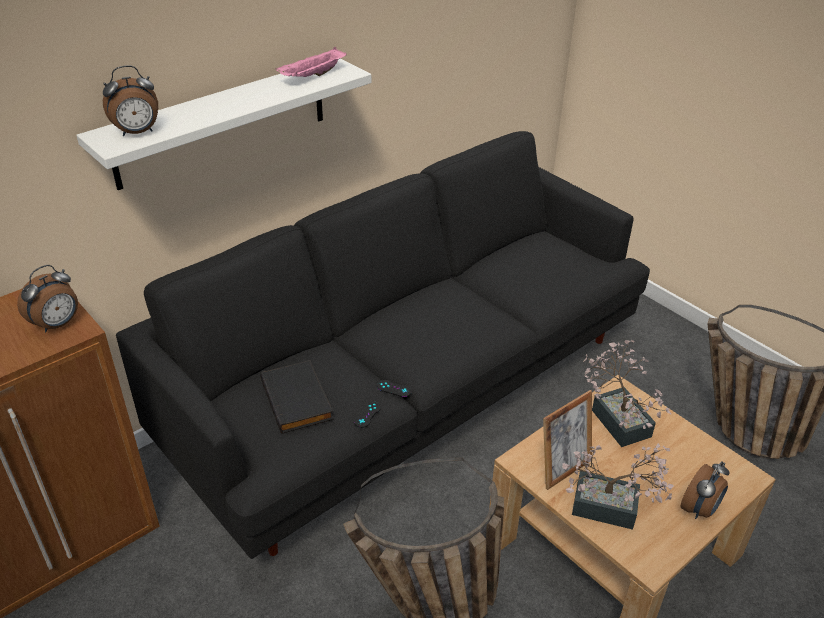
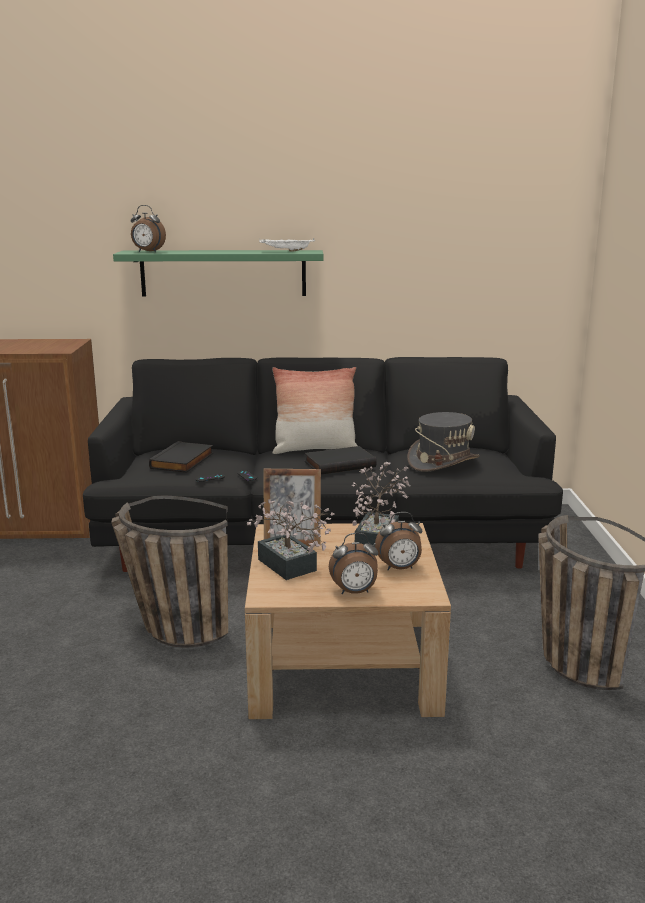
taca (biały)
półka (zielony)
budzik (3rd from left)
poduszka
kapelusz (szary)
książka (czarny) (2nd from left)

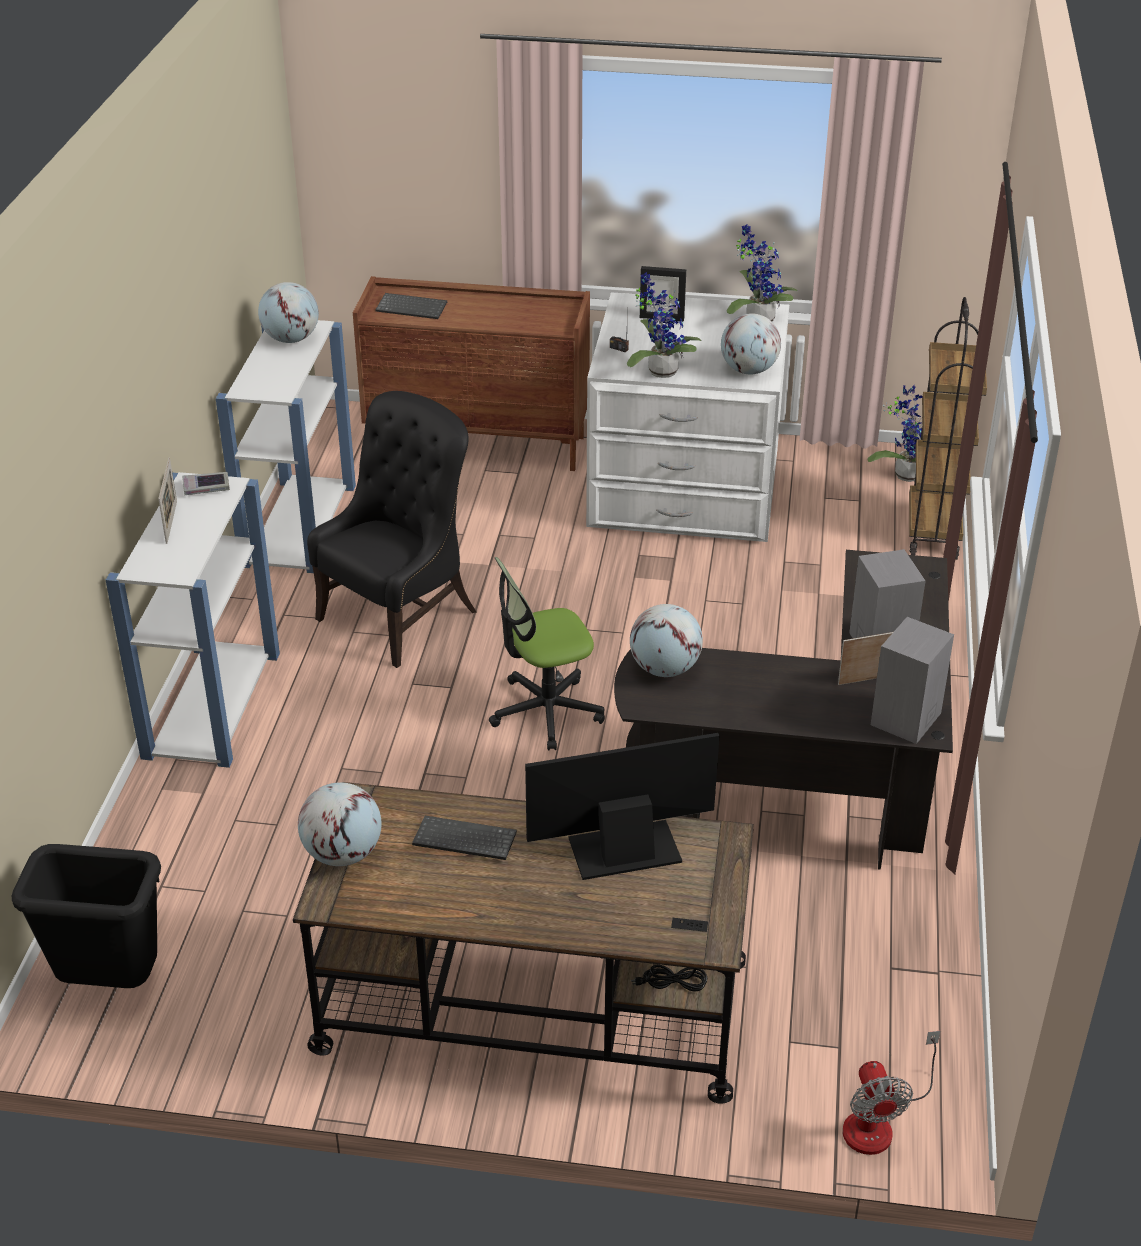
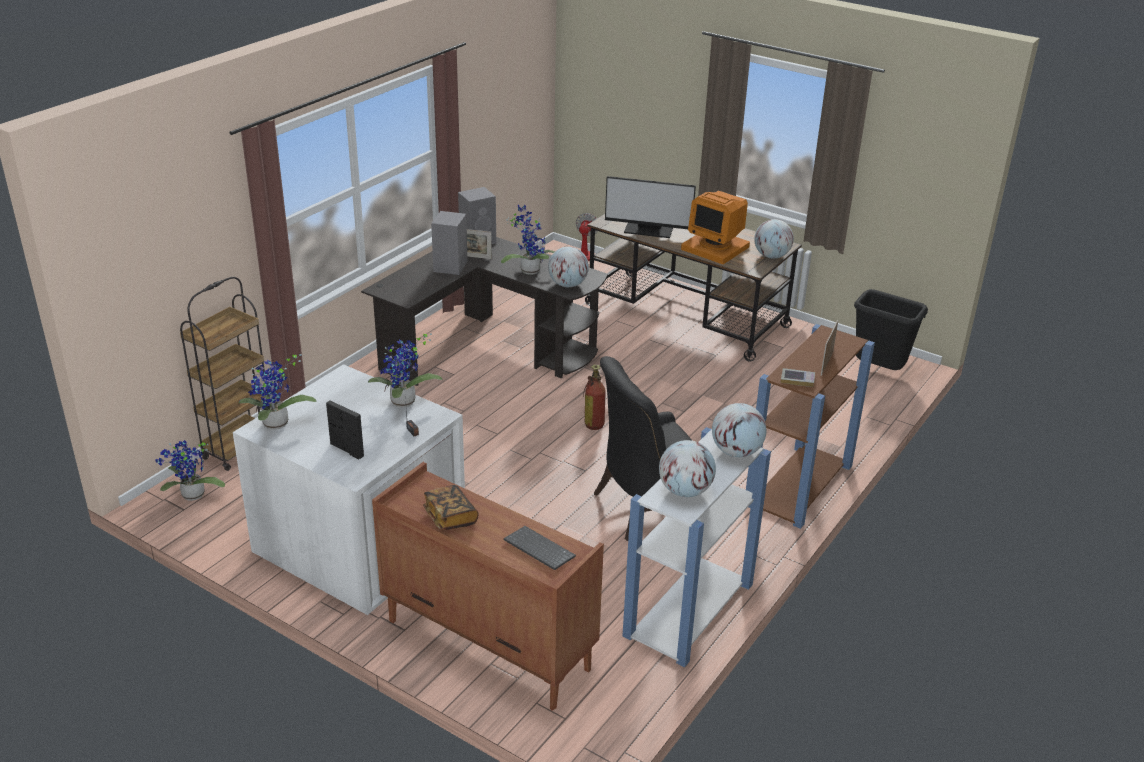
globus (3rd from left)
regał (brązowy)
gaśnica
monitor (2nd from left)
roślina doniczkowa (4th from left)
książka (1st from left)

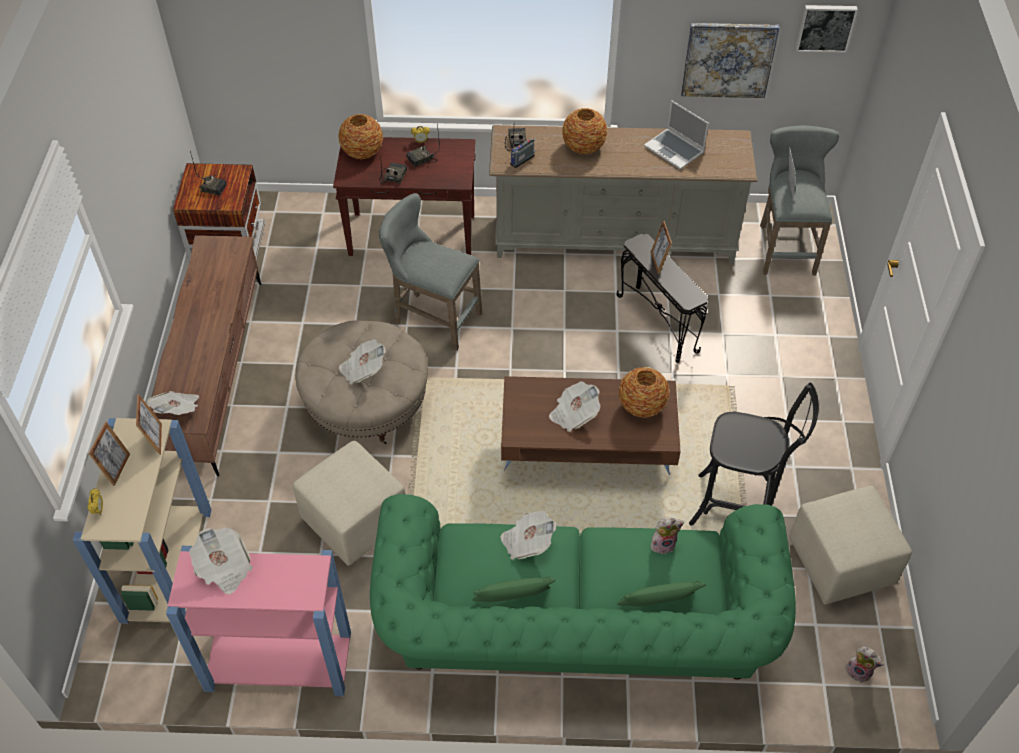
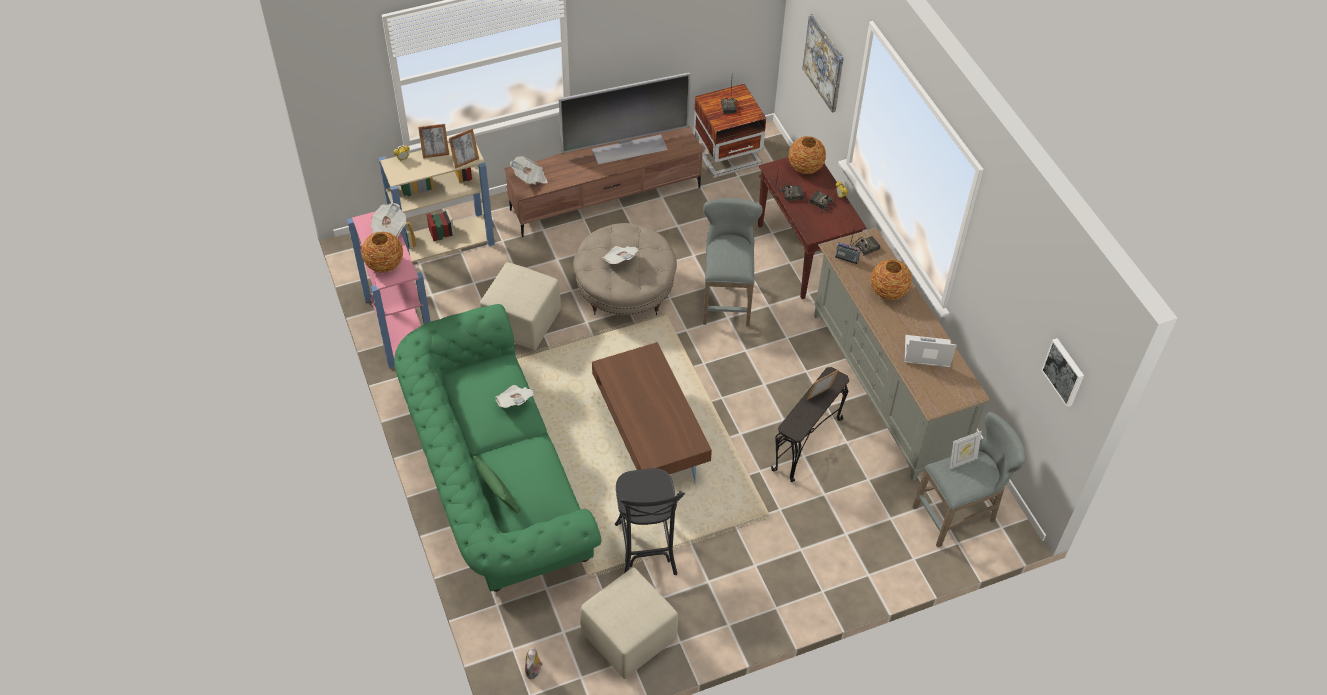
obraz (1st from left)
laptop
wazon (1st from left)
gazeta (5th from left in the first image)
pluszak (1st from left in the first image)
poduszka (zielony) (1st from left in the first image)
telewizor

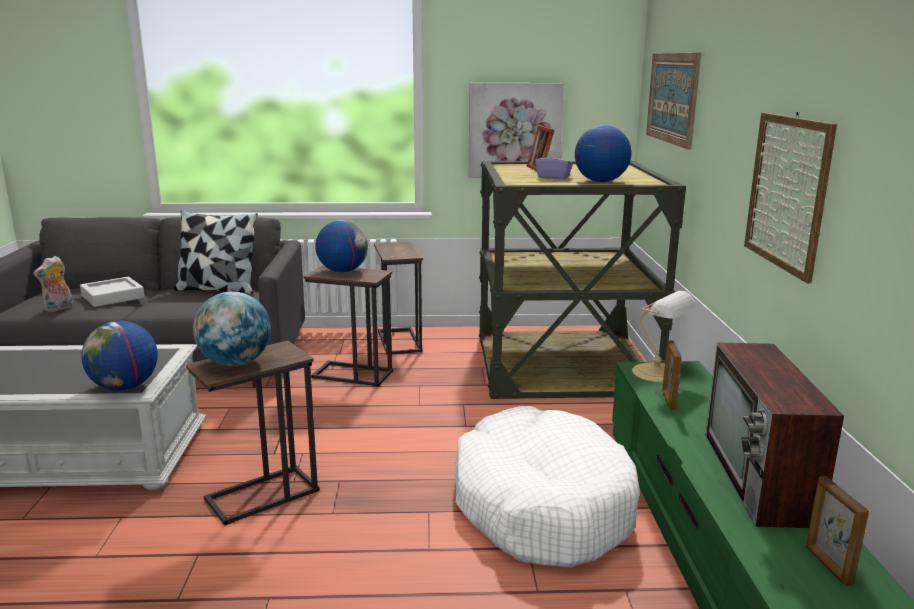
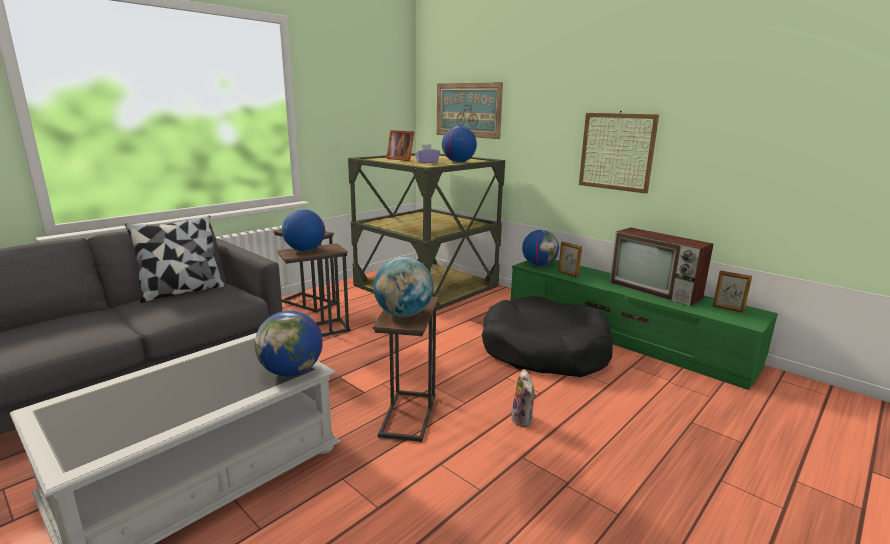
obraz (1st from left in the first image)
pluszak
taca (szary)
globus (5th from left)
legowisko (czarny)

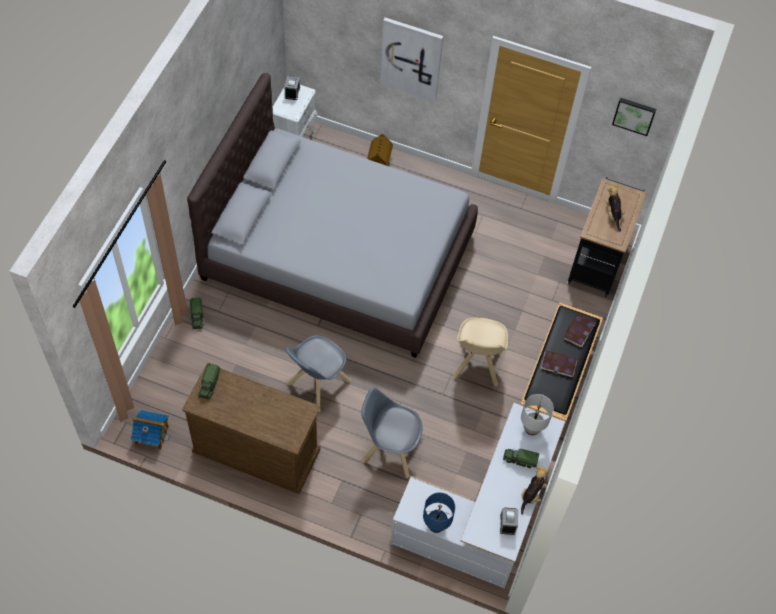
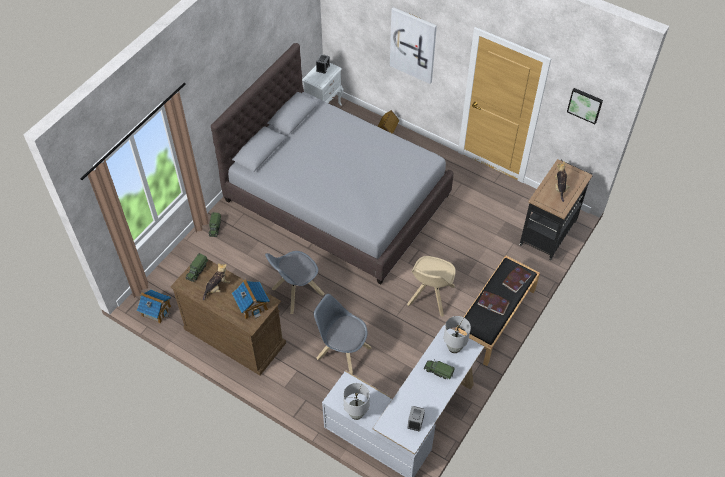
pluszak (1st from left)
lampa stołowa (biały) (1st from left)
domek (2nd from left)

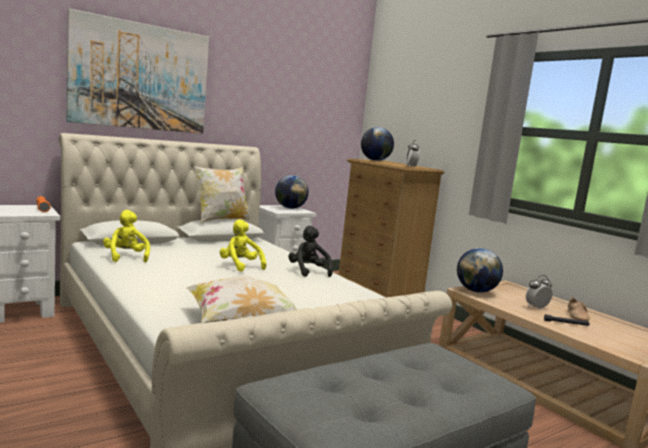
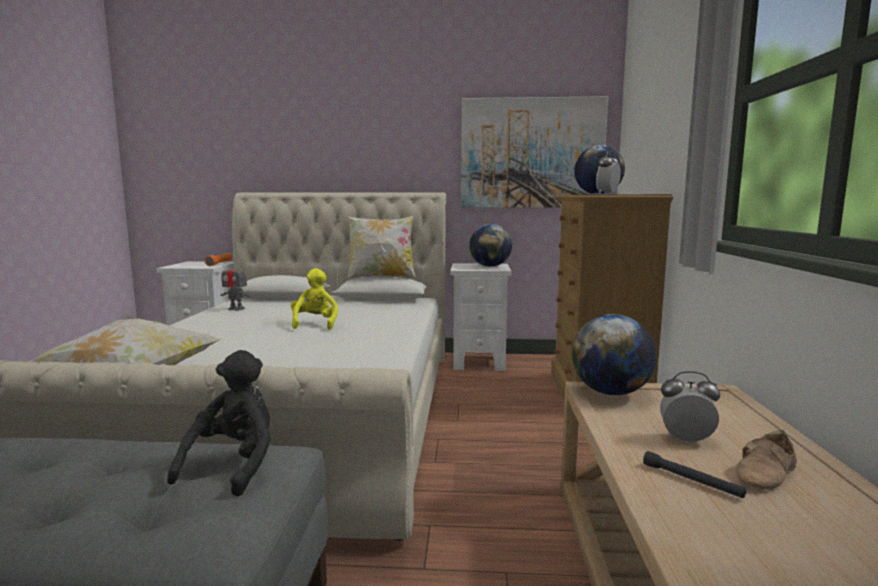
obraz
robot zabawkowy
pluszak (czarny)

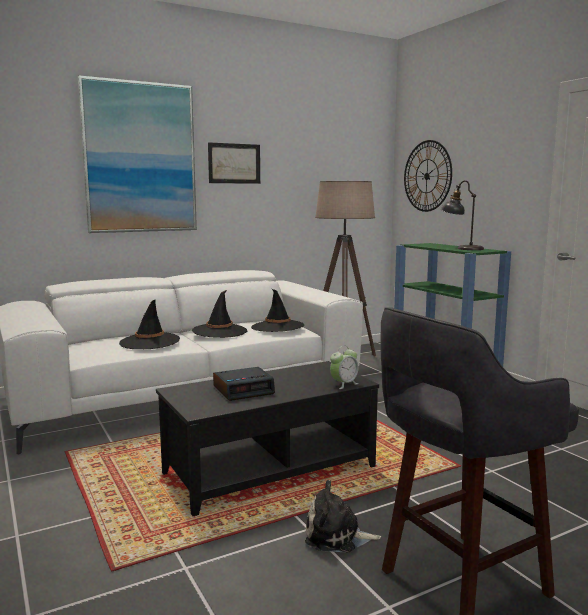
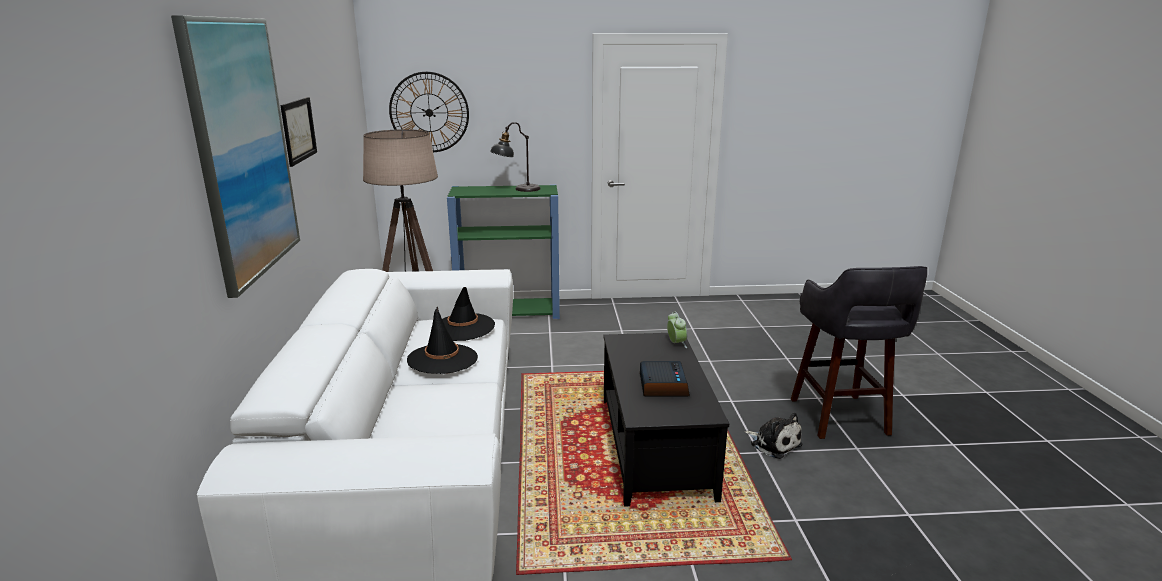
kapelusz (czarny) (1st from left in the first image)
pluszak

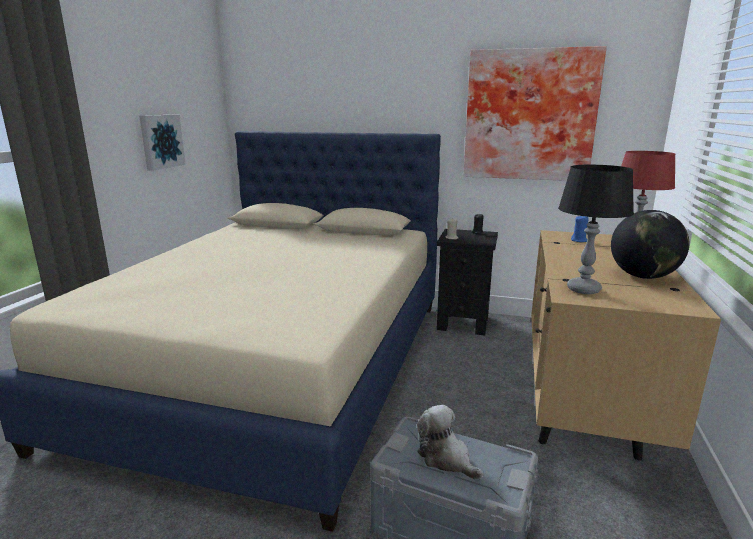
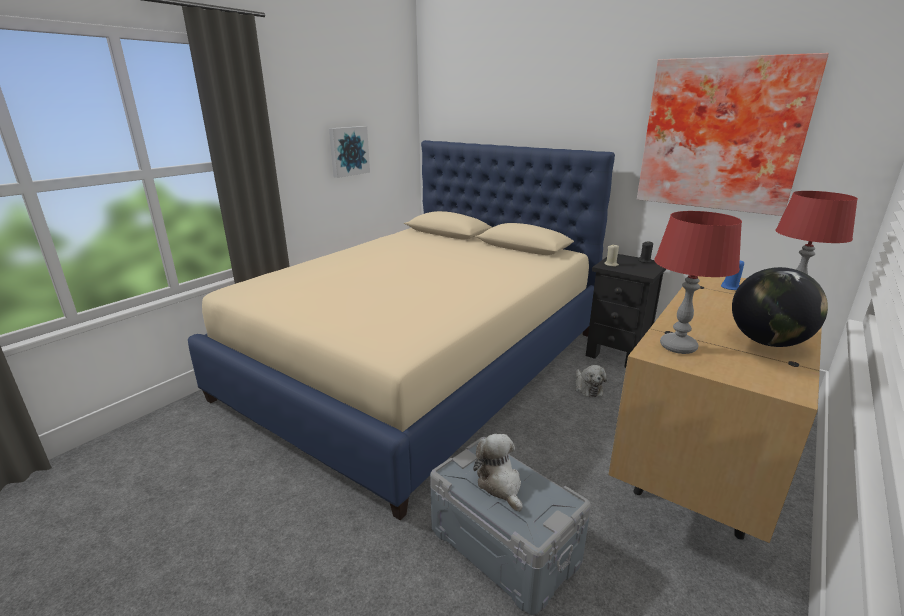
lampa stołowa (czerwony) (1st from left)
pluszak (2nd from left)

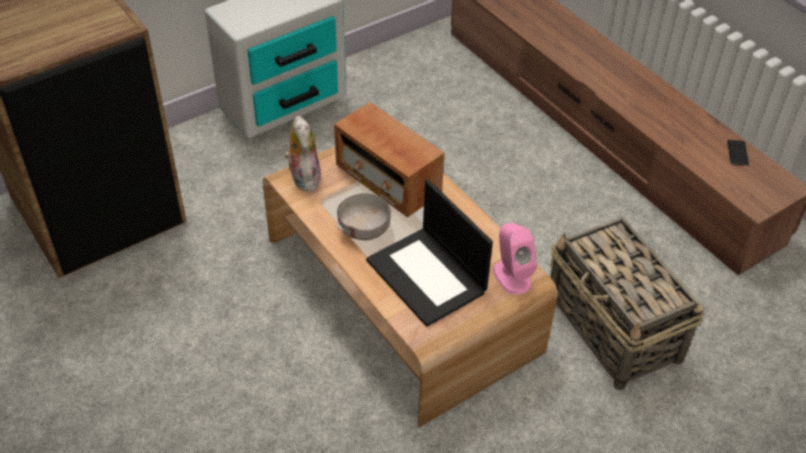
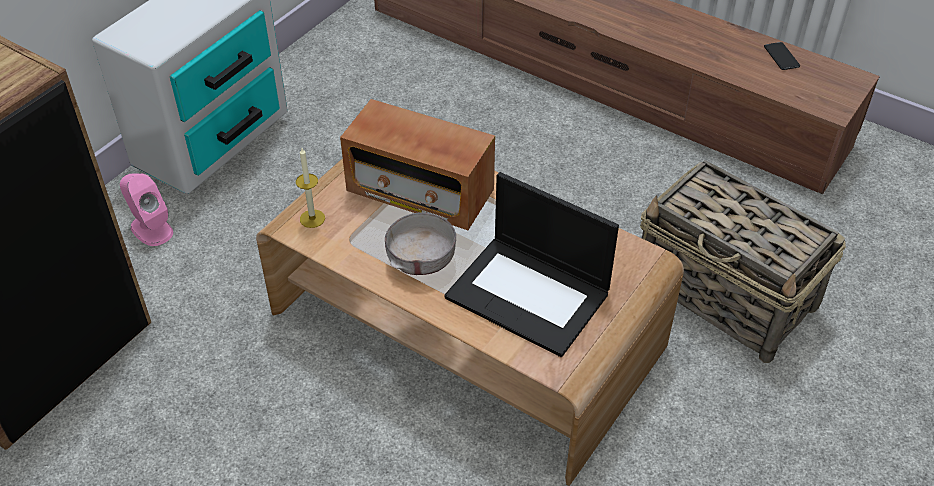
świeca
głośnik (różowy)

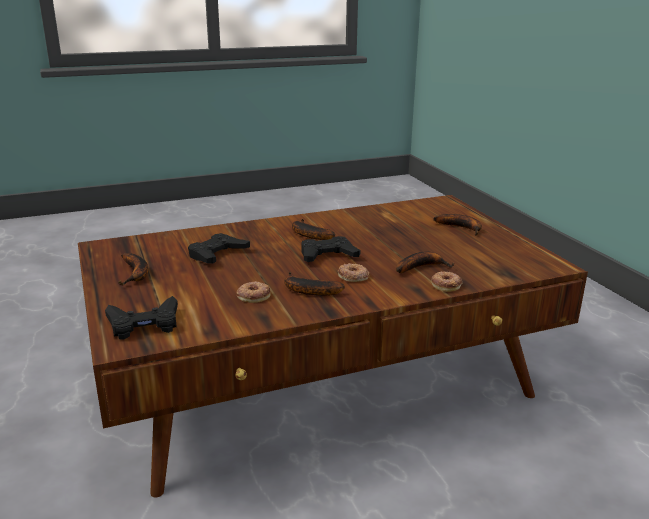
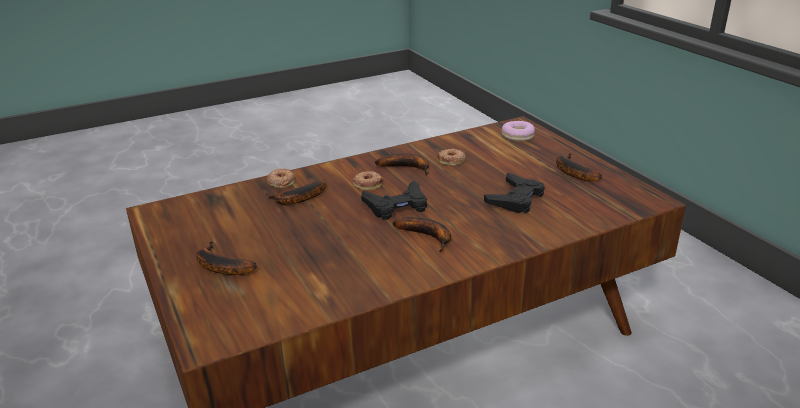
donut (4th from left)

